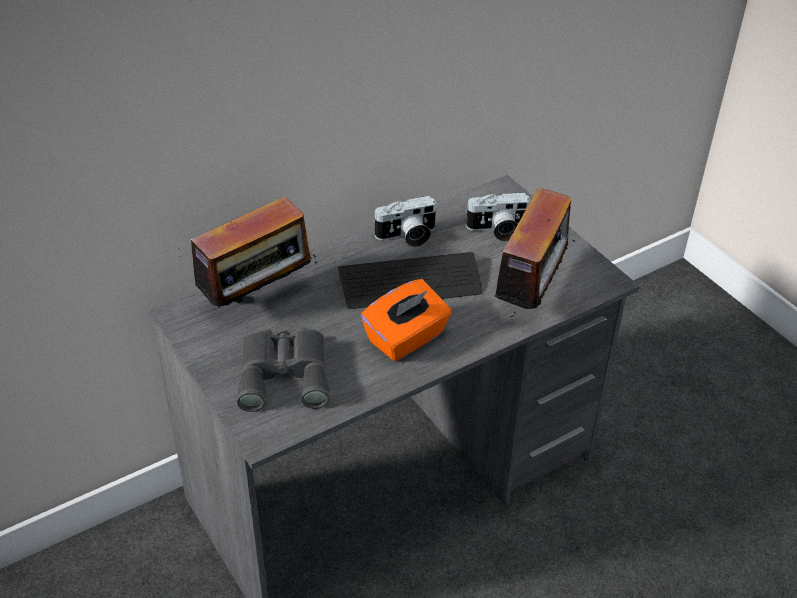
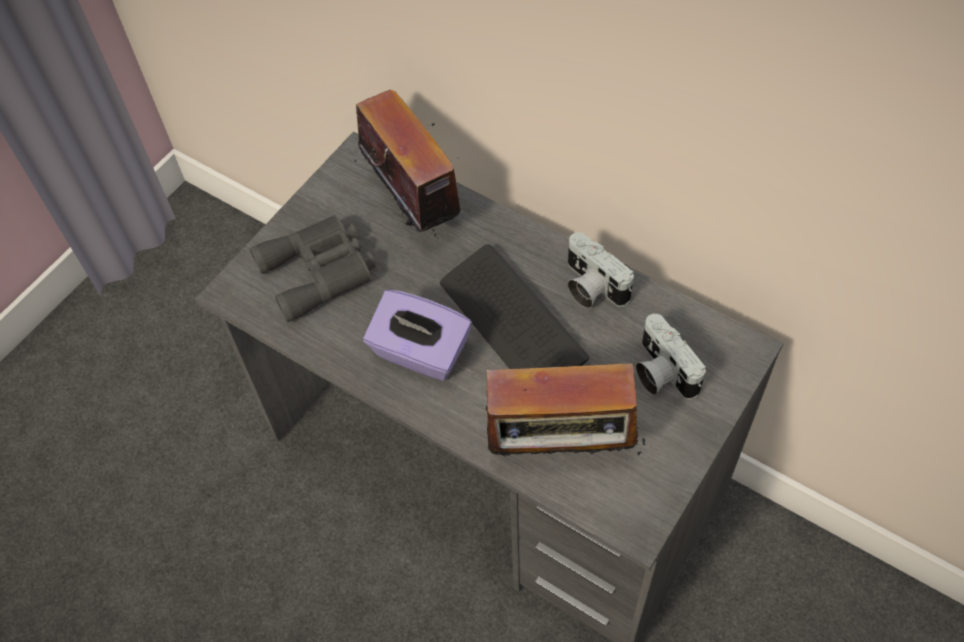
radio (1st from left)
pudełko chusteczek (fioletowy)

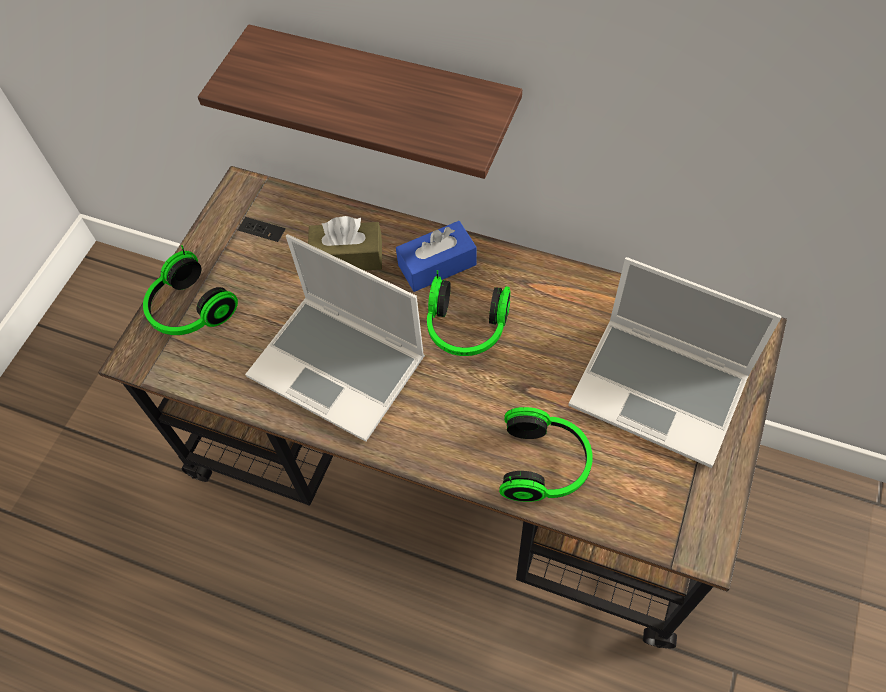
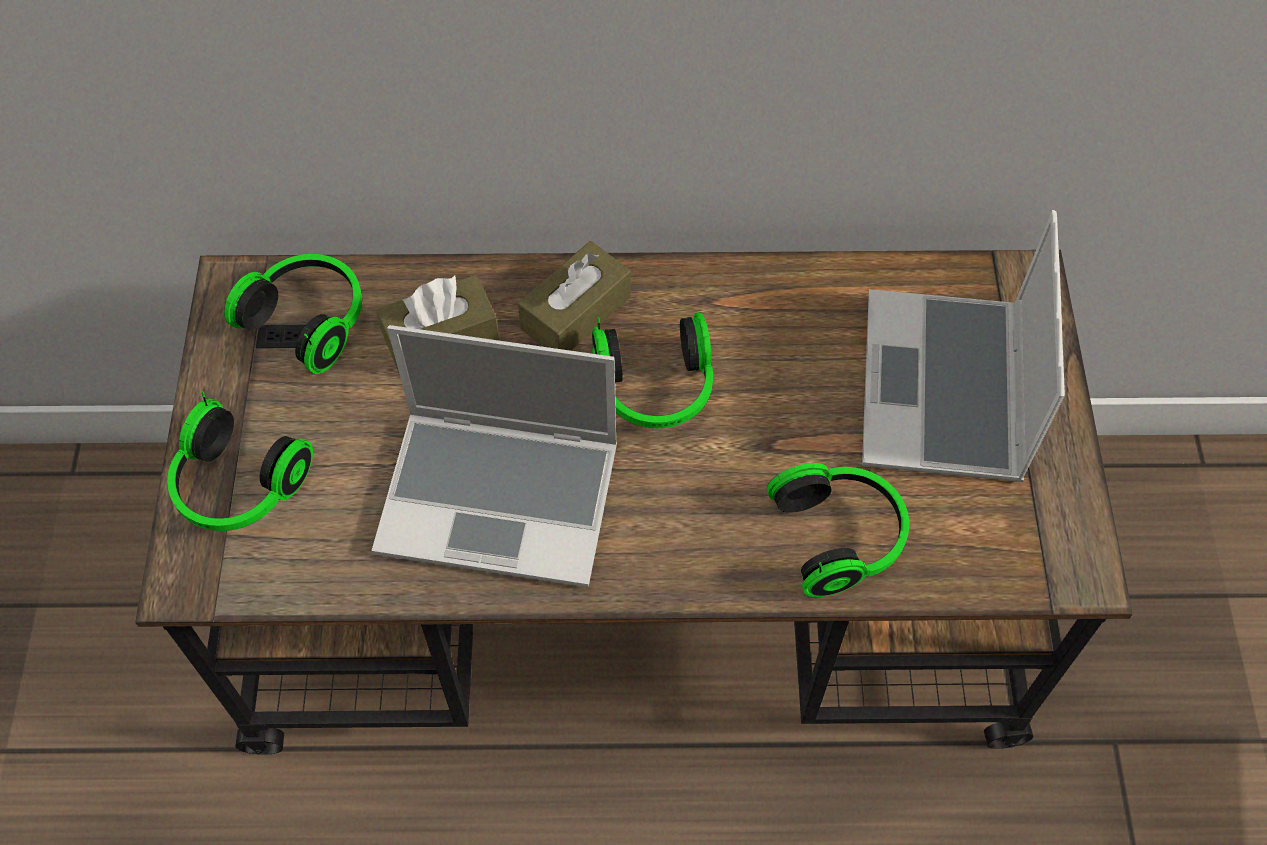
półka
pudełko chusteczek (brązowy) (2nd from left)
laptop (2nd from left)
słuchawki (2nd from left)

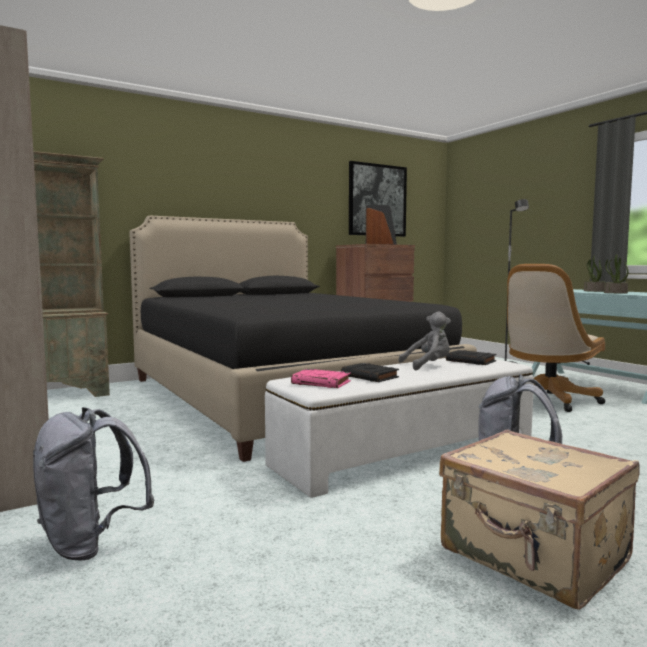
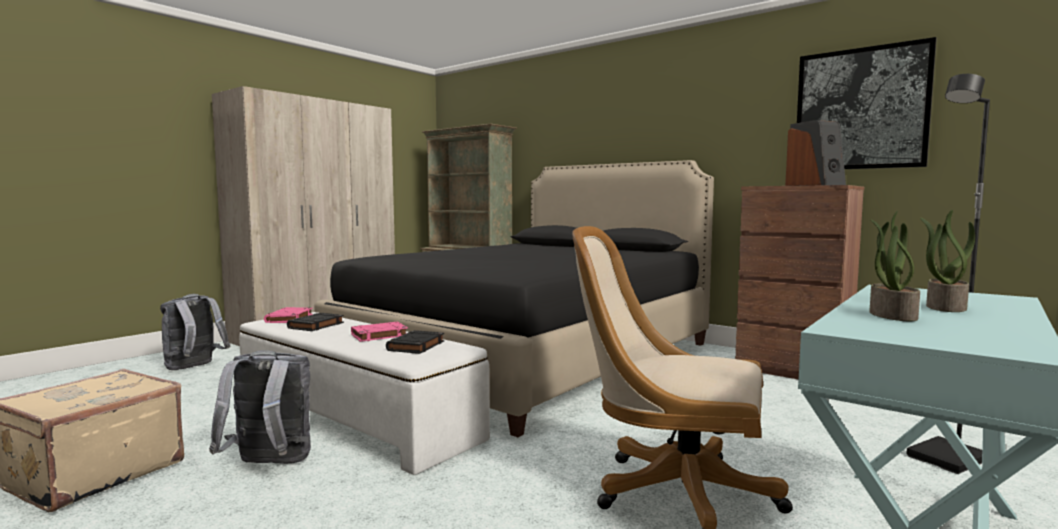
książka (różowy) (2nd from left)

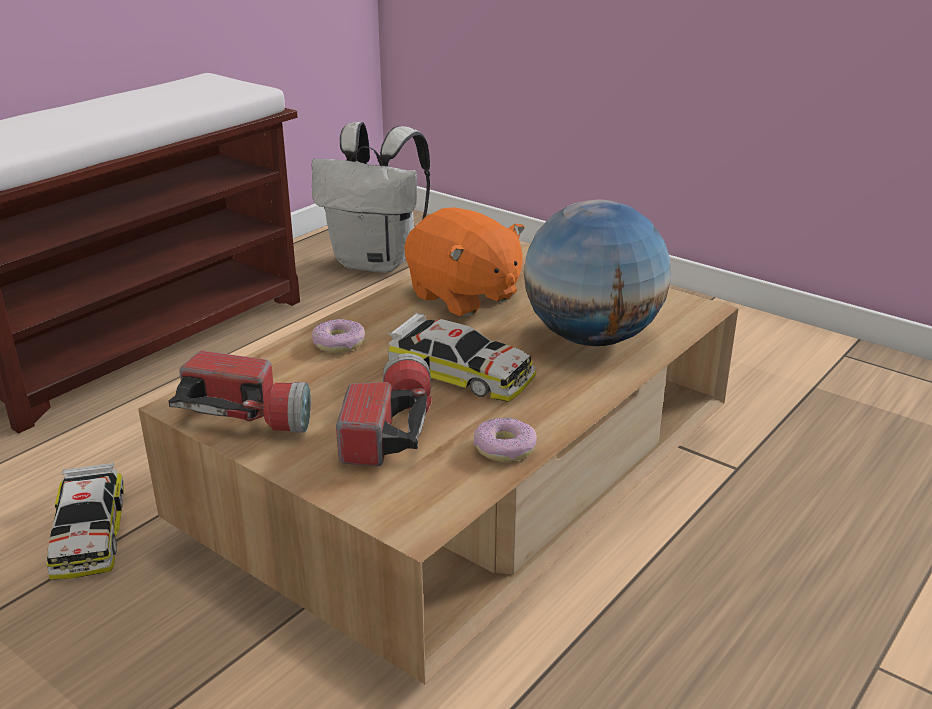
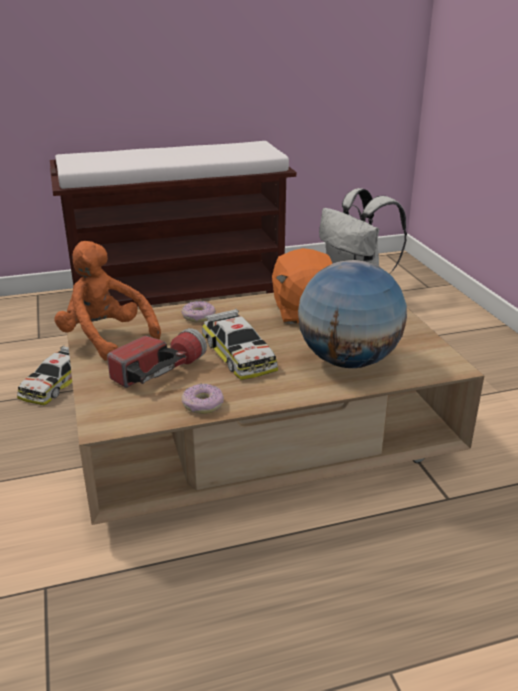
pluszak (pomarańczowy) (1st from left)

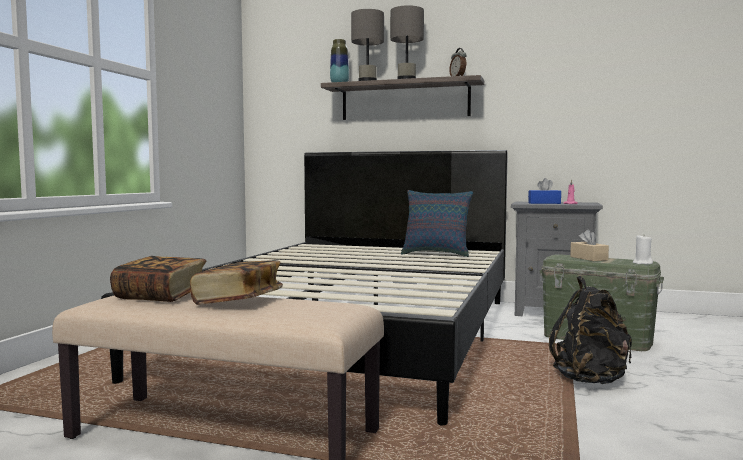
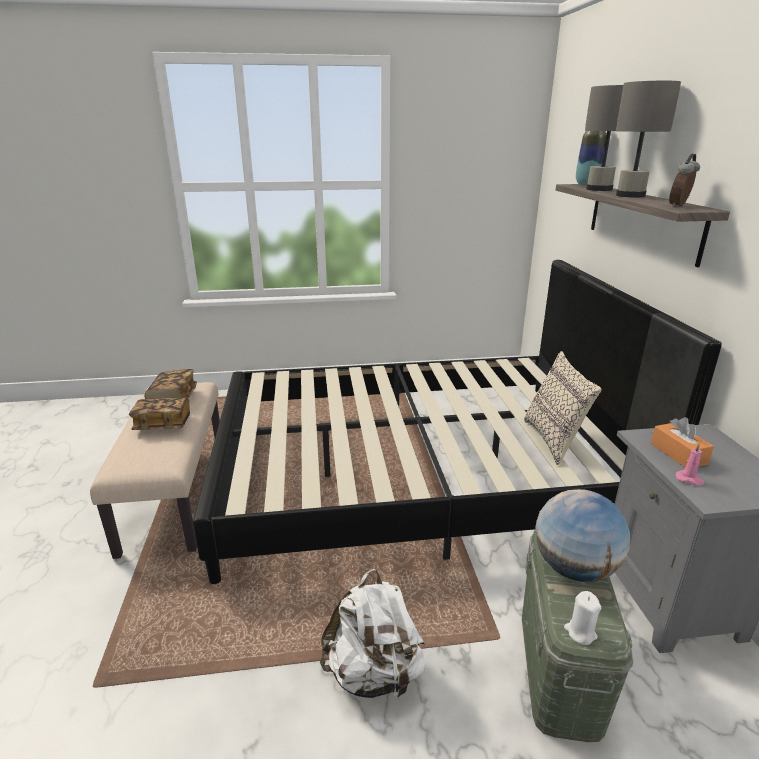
pudełko chusteczek (pomarańczowy)
poduszka (beżowy)
globus
plecak (biały)

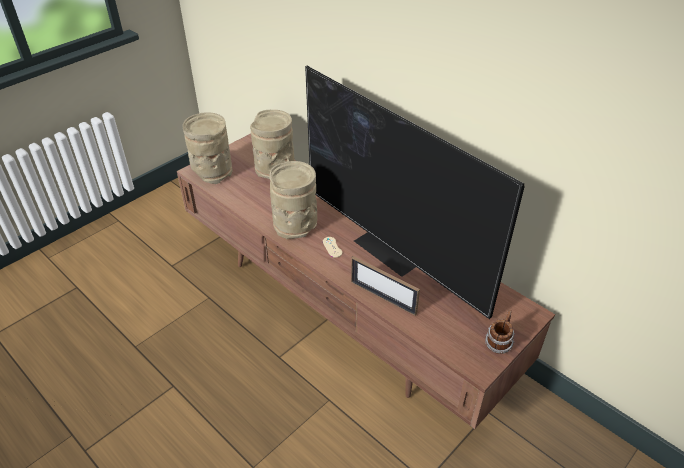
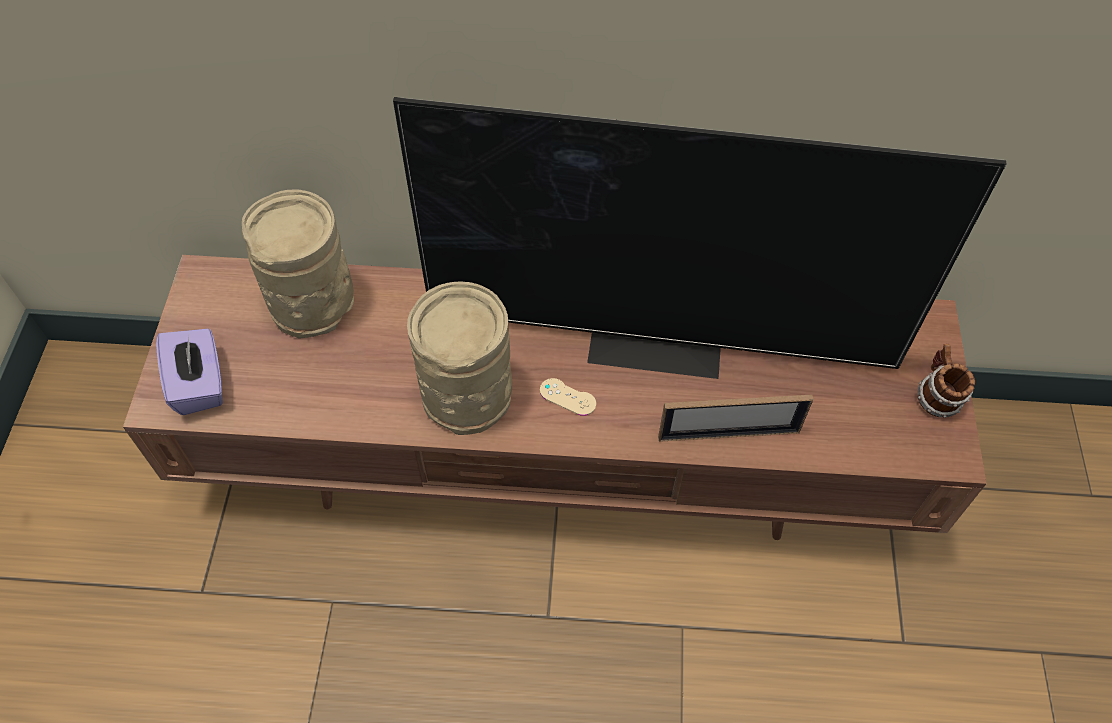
pudełko chusteczek (fioletowy)

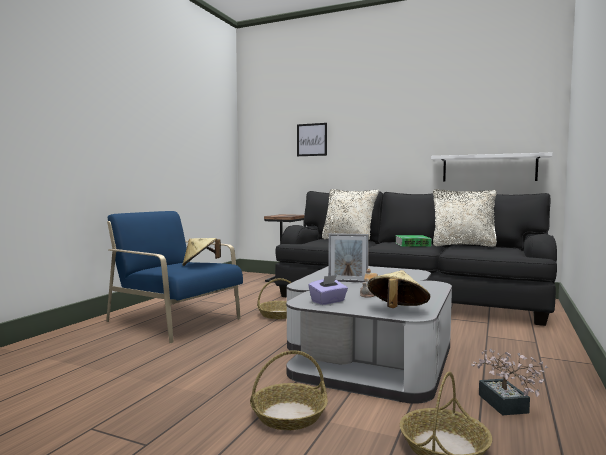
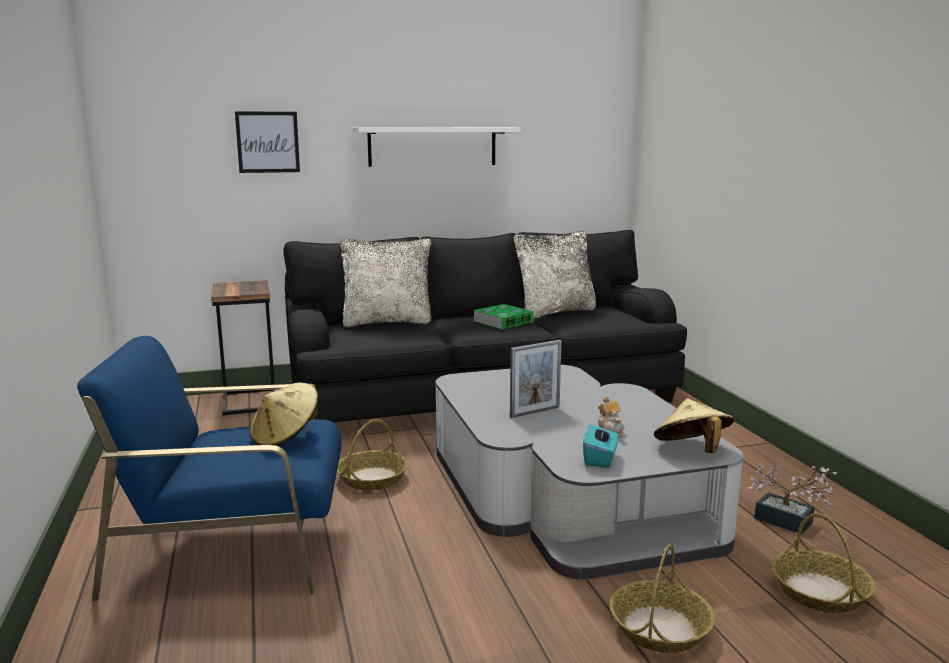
półka (biały)
pudełko chusteczek (turkusowy)

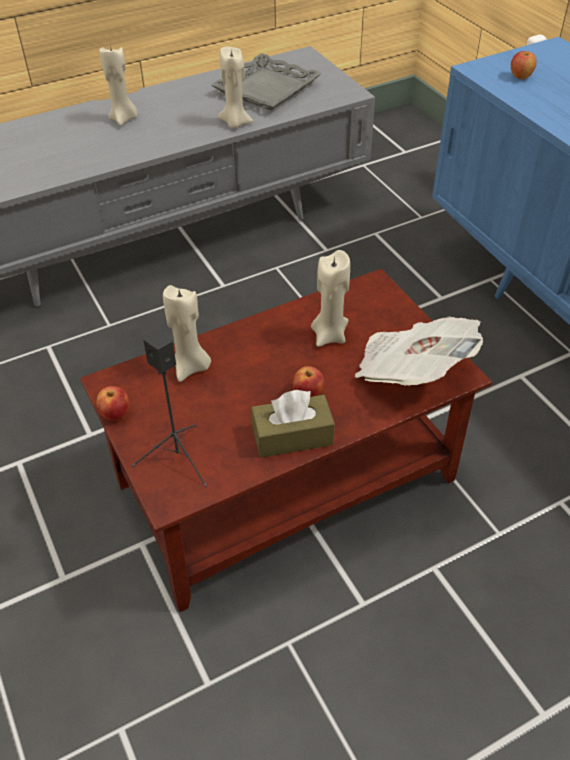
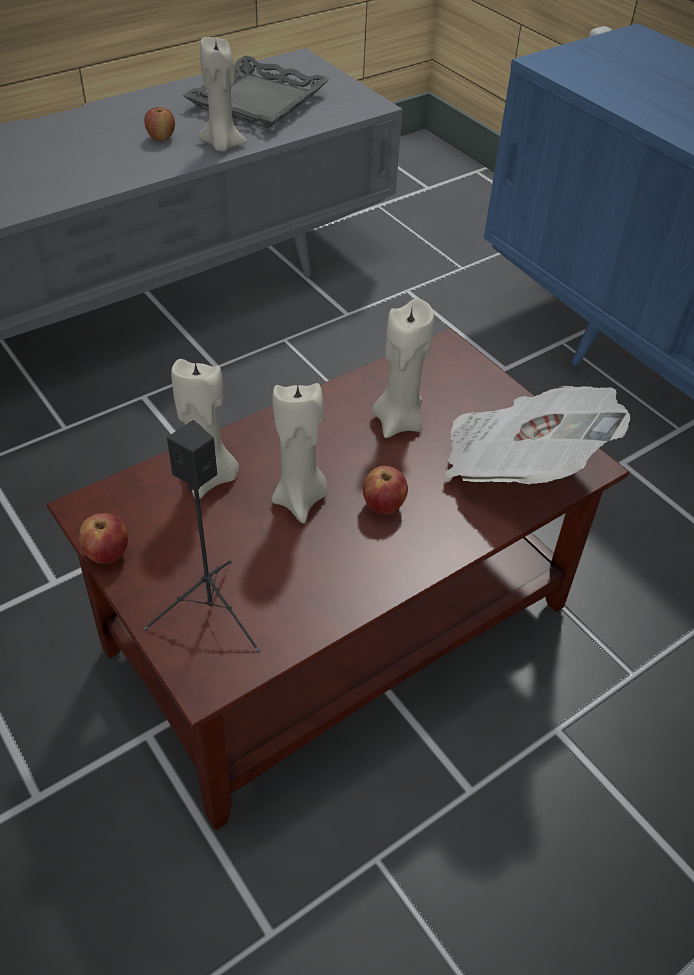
świeca (beżowy) (3rd from left)
jabłko (2nd from left)
pudełko chusteczek (brązowy)

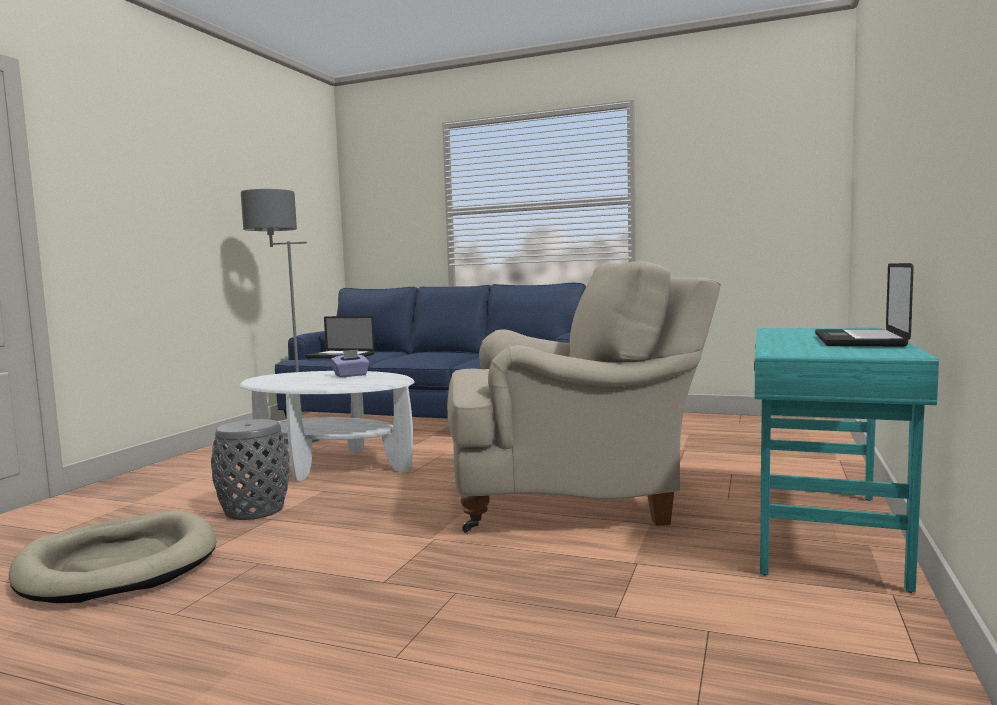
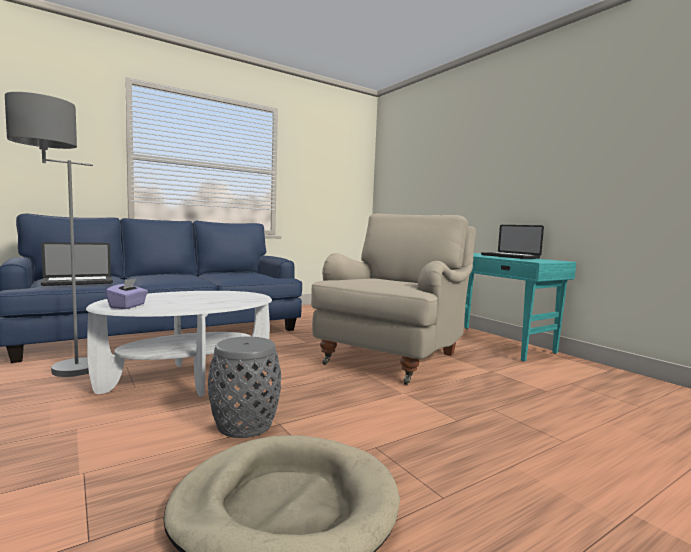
pudełko chusteczek (fioletowy)

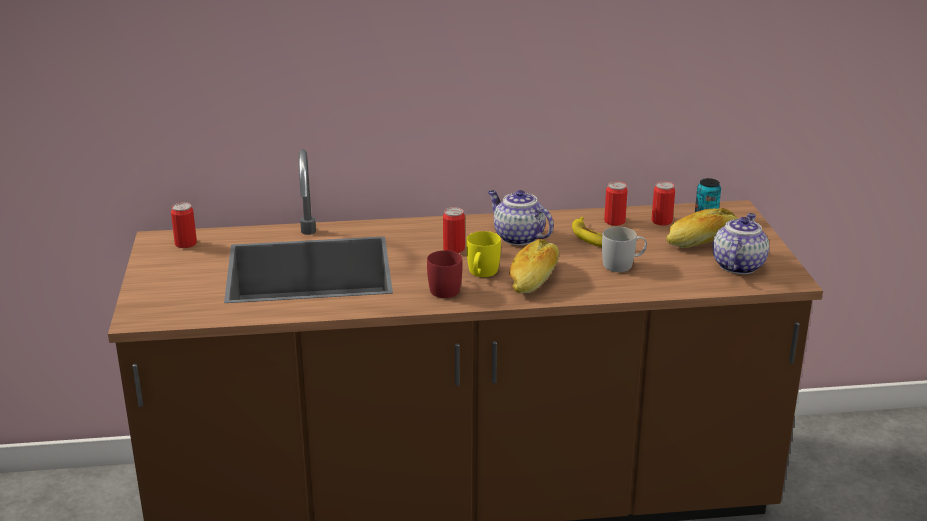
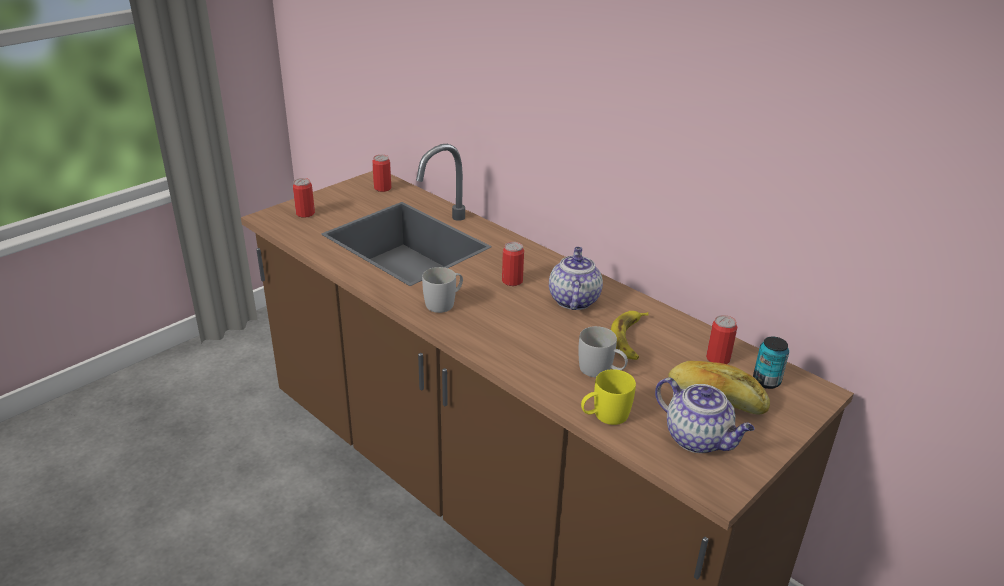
puszka (1st from left)
imbryk (2nd from left)
kubek (żółty)
chleb (1st from left in the first image)
kubek (biały) (1st from left)

